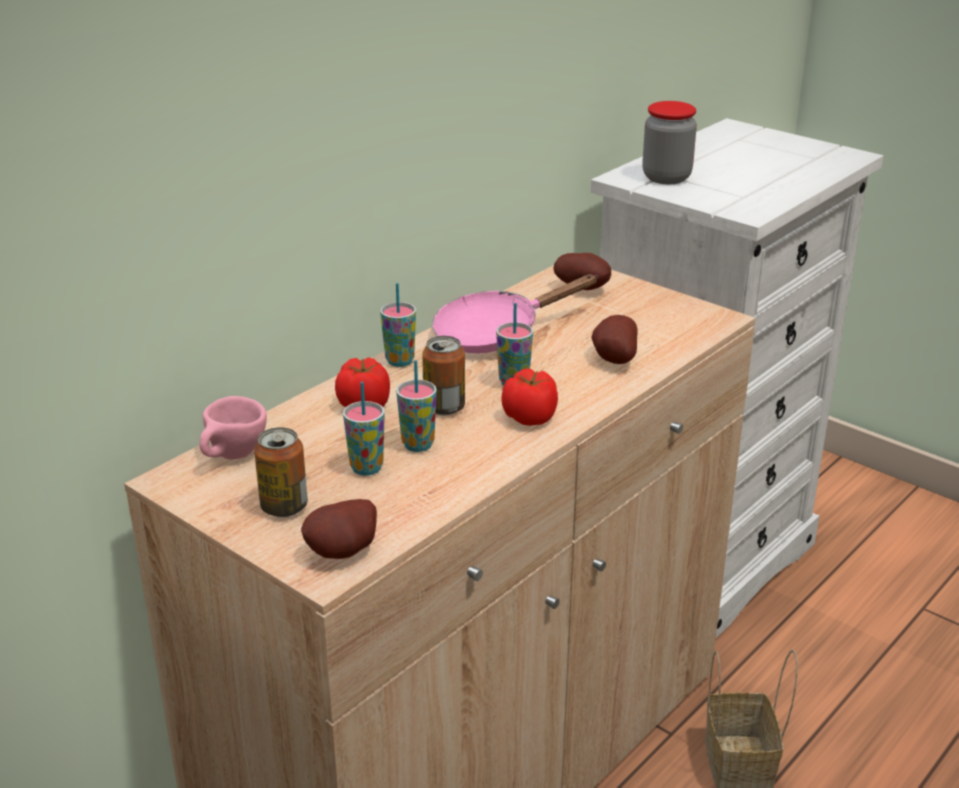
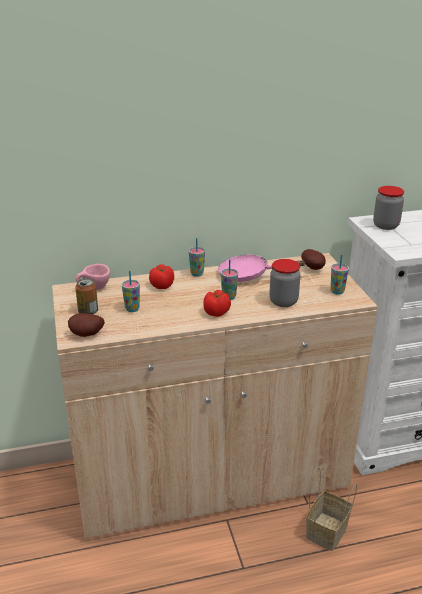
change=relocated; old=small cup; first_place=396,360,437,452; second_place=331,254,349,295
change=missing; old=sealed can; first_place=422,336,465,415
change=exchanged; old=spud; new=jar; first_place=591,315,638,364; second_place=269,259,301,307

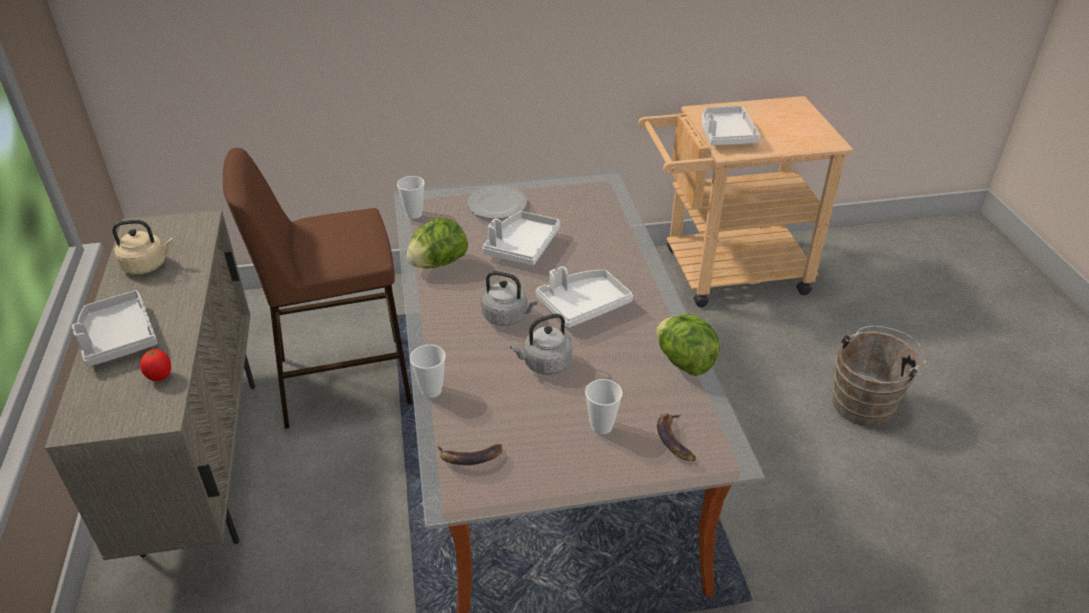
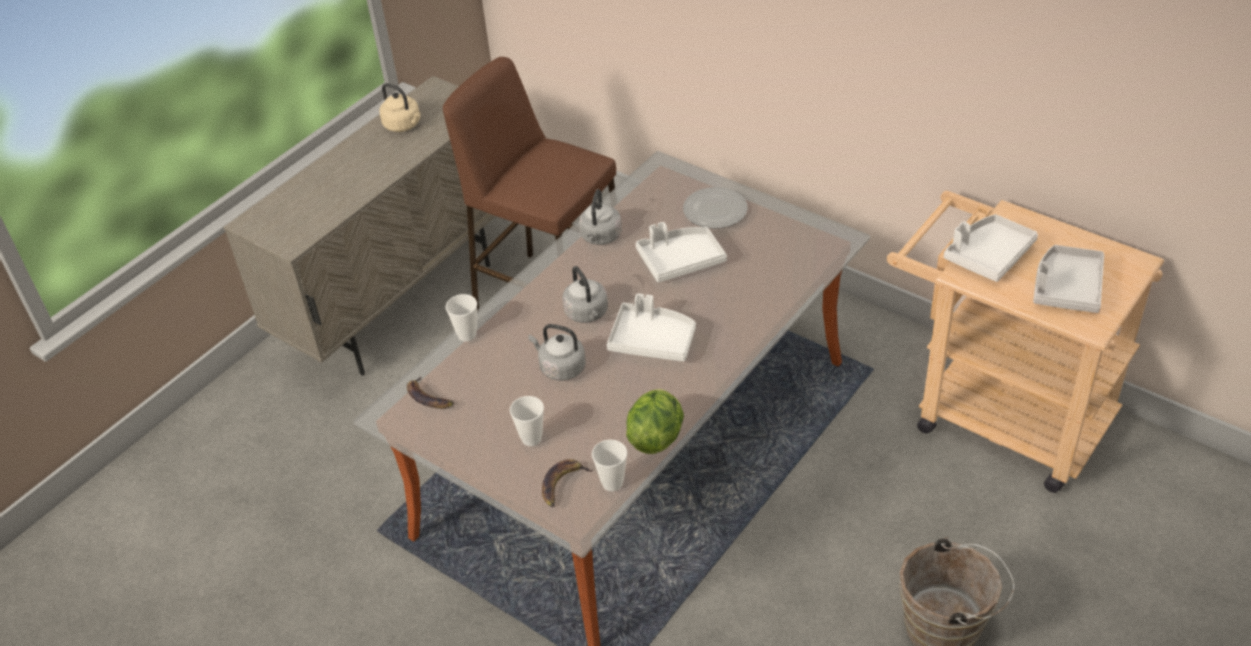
change=relocated; old=grey serving tray; first_place=72,290,158,367; second_place=1033,245,1104,313
change=missing; old=fresh tomato; first_place=140,349,171,381
change=relocated; old=small cup; first_place=397,176,425,219; second_place=592,440,627,491
change=exchanged; old=lettuce; new=grey water kettle; first_place=406,218,468,269; second_place=579,189,622,245

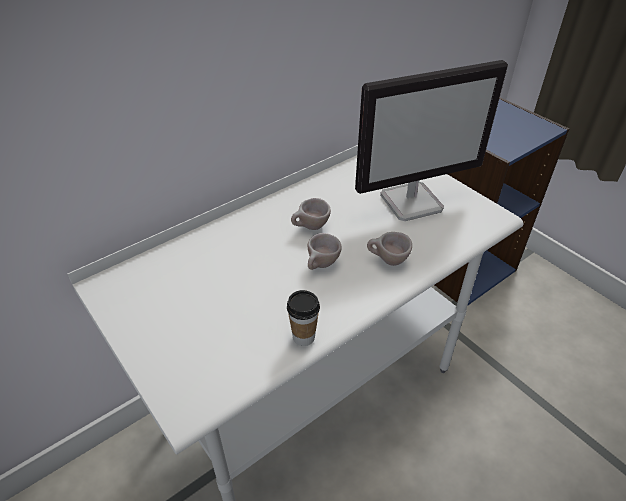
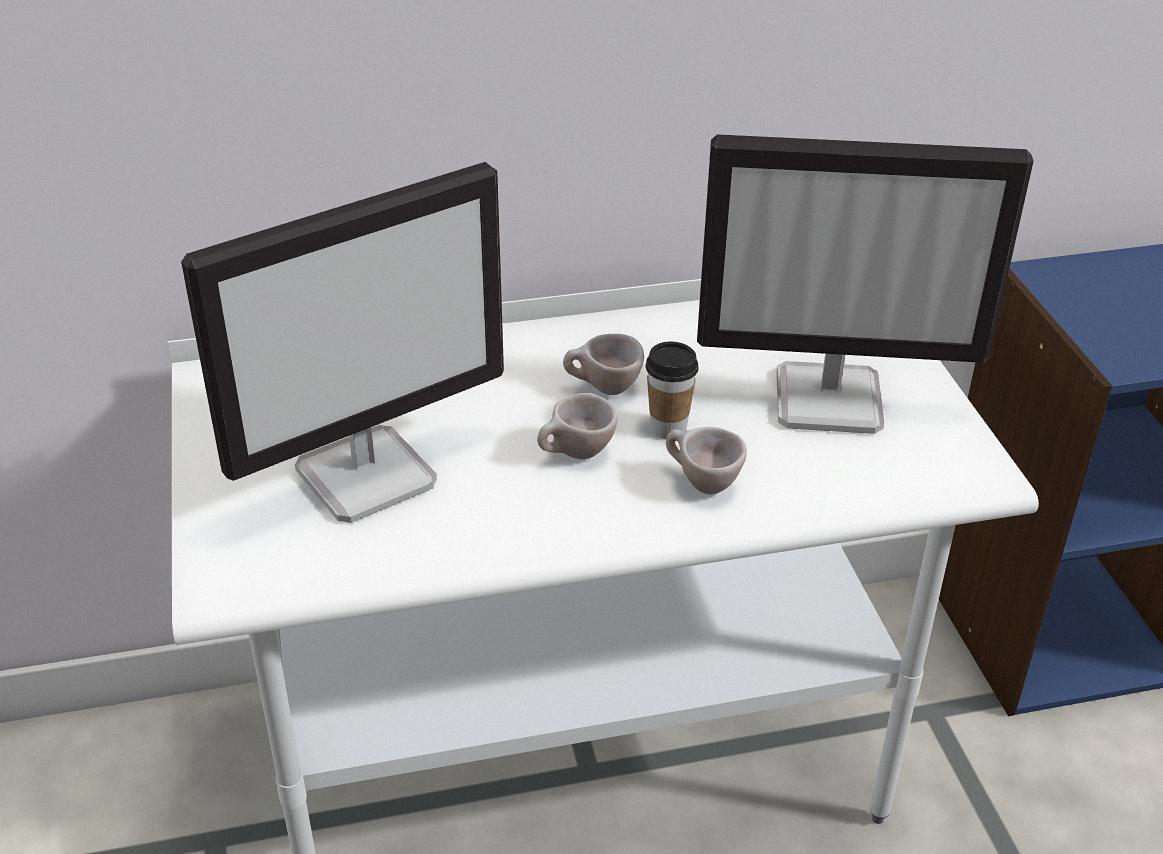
change=relocated; old=small cup; first_place=287,290,320,346; second_place=646,341,699,439
change=appeared; new=monitor; second_place=181,162,504,523

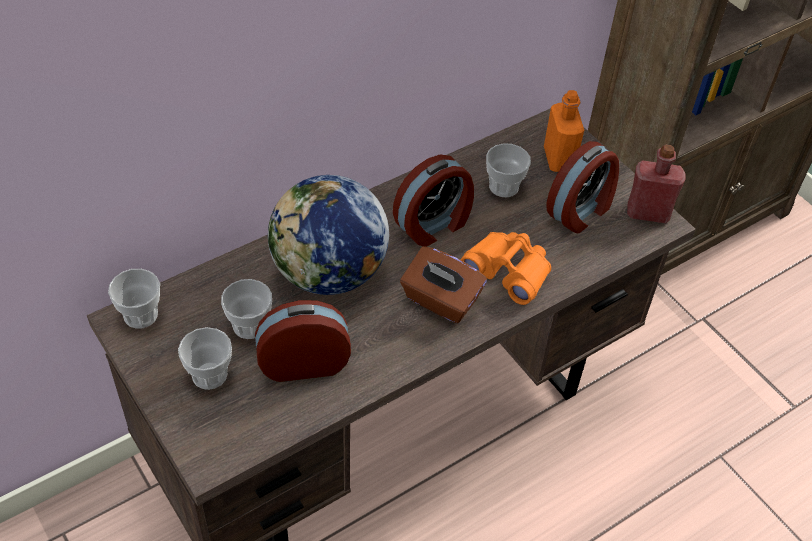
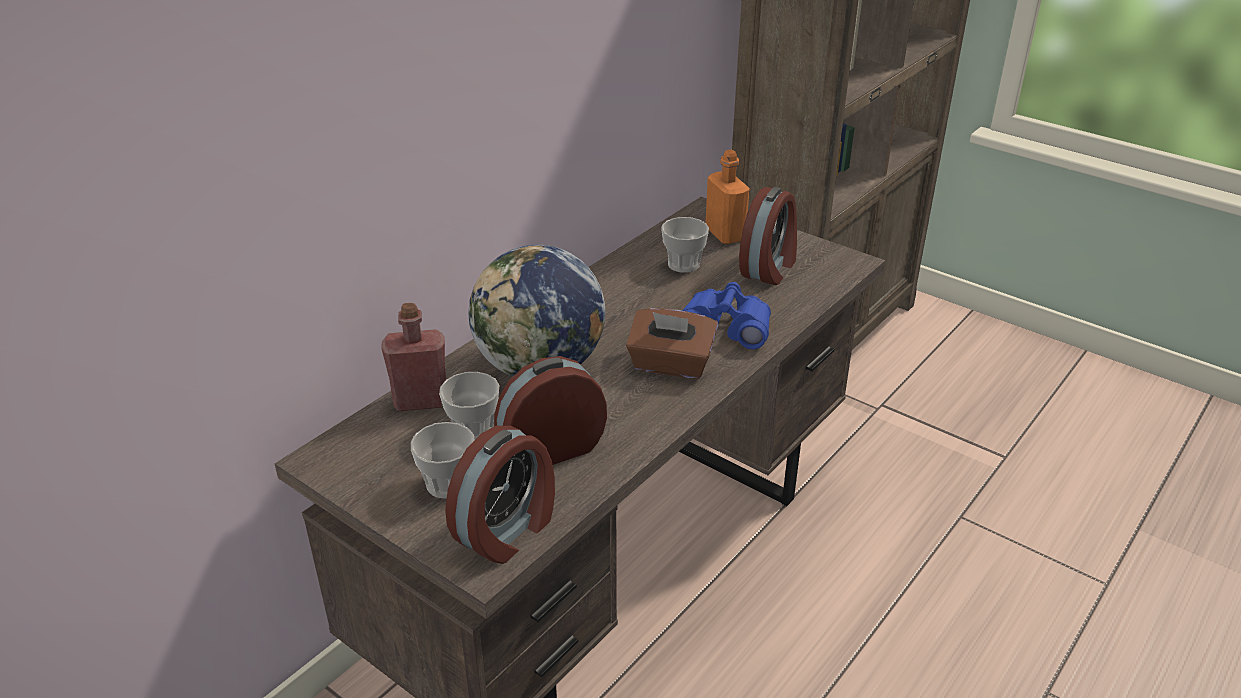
change=missing; old=small cup; first_place=108,269,160,329
change=relocated; old=alarm clock; first_place=393,155,474,247; second_place=445,426,555,564
change=colour; old=orange-coloured field glasses; new=bluish field glasses; first_place=461,232,551,305; second_place=682,282,771,349
change=relocated; old=reddish bottle; first_place=627,145,685,223; second_place=381,303,446,411

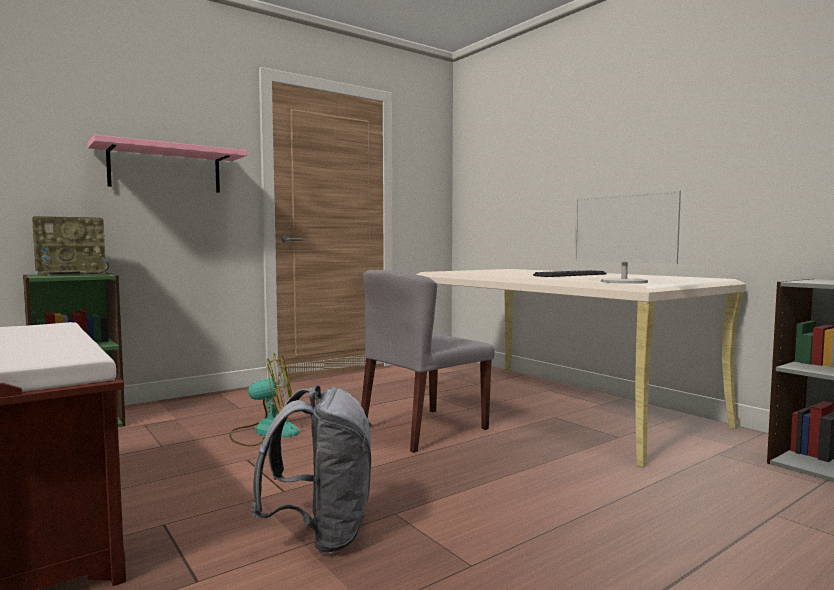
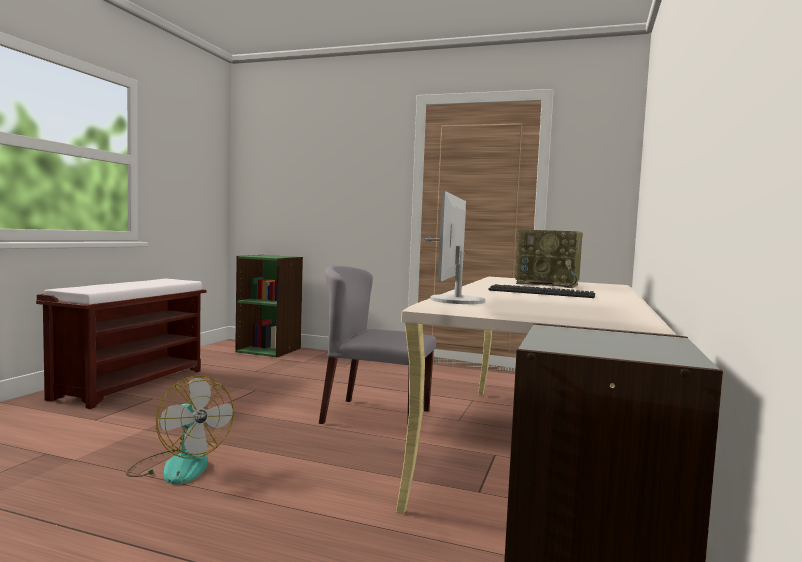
change=relocated; old=radio set; first_place=32,216,109,276; second_place=515,229,583,288
change=missing; old=pink-coloured bracket shelf; first_place=88,135,247,193
change=relocated; old=cooling fan; first_place=229,353,299,446; second_place=126,375,234,484
change=missing; old=grey rucksack; first_place=251,386,372,553

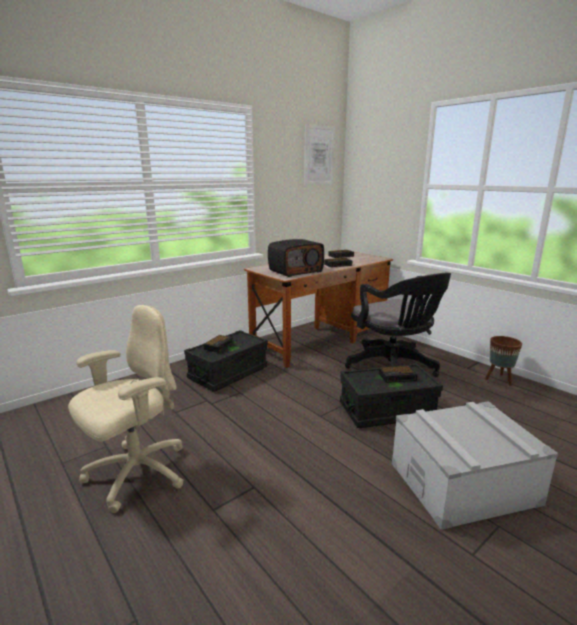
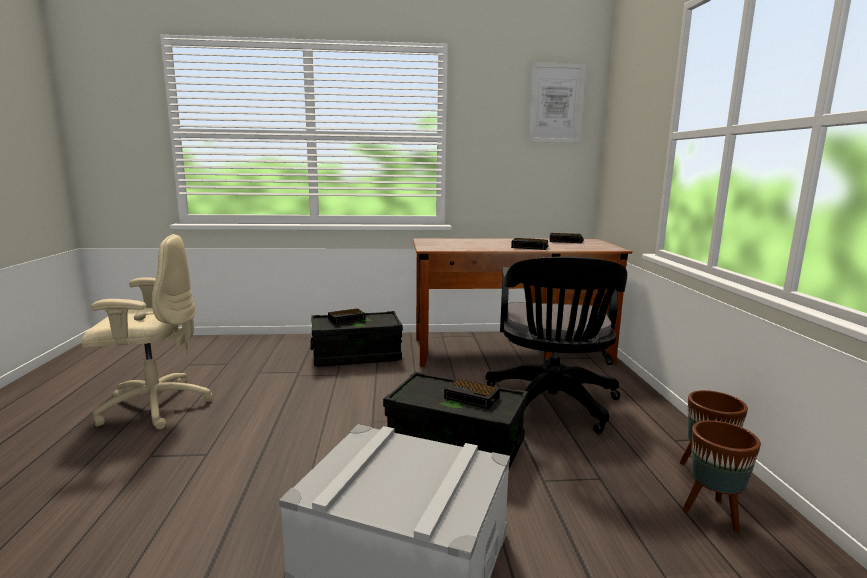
change=missing; old=radio set; first_place=268,239,324,277
change=appeared; new=brown-coloured planter; second_place=683,420,761,532

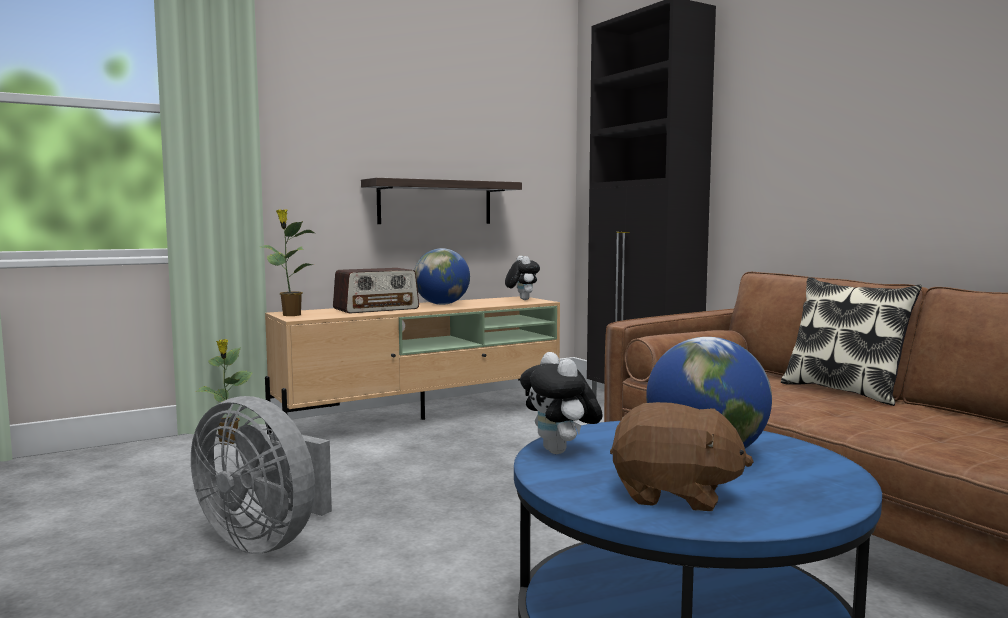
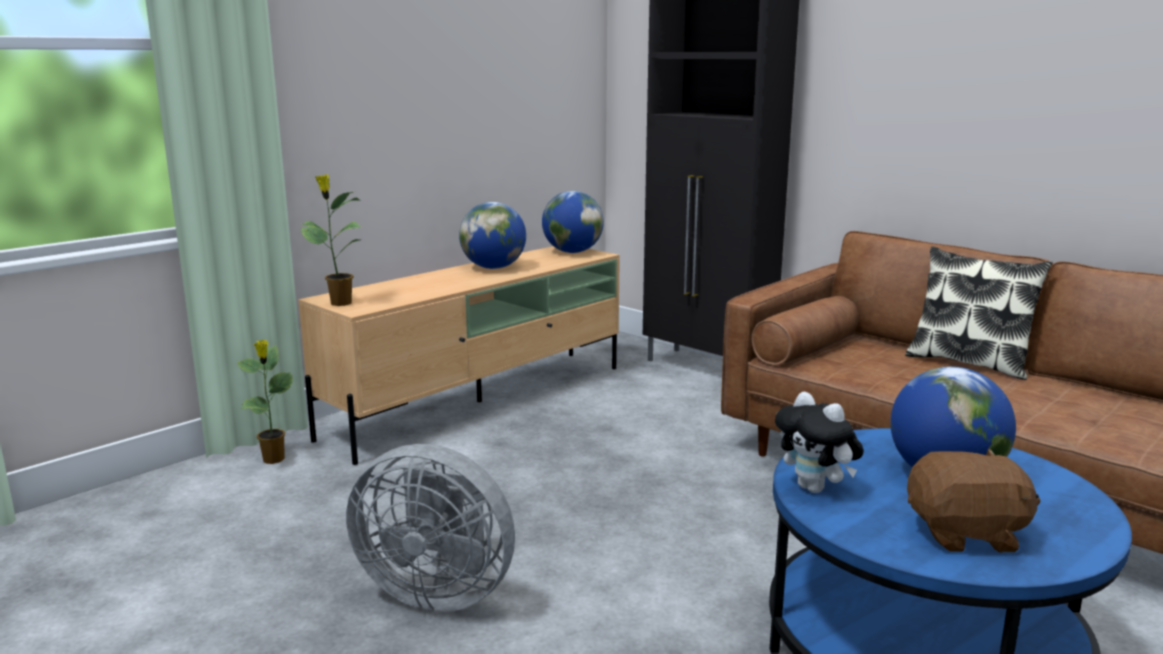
change=missing; old=radio set; first_place=333,268,419,313
change=missing; old=bracket shelf; first_place=361,178,522,224
change=exchanged; old=plush toy; new=world globe; first_place=505,256,540,300; second_place=542,191,604,253

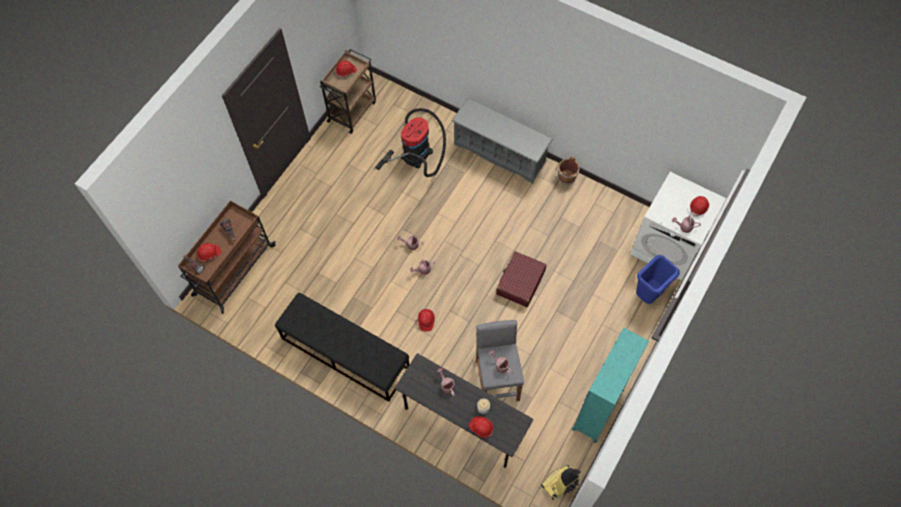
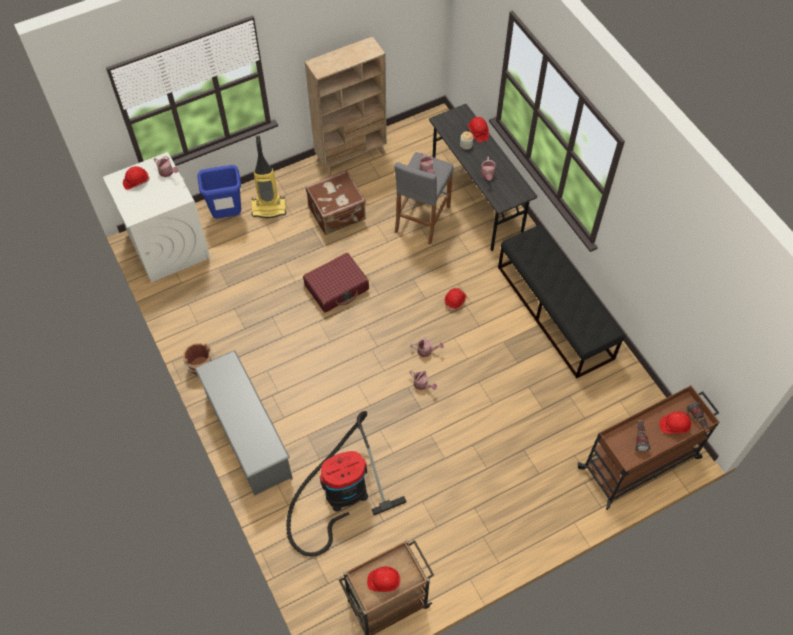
change=relocated; old=vacuum cleaner; first_place=541,465,581,500; second_place=252,136,286,218
change=colour; old=blue-green shelving unit; new=beige-coloured shelving unit; first_place=572,327,649,443; second_place=305,36,387,177
change=appeared; new=brown-coloured suitcase; second_place=305,170,366,235

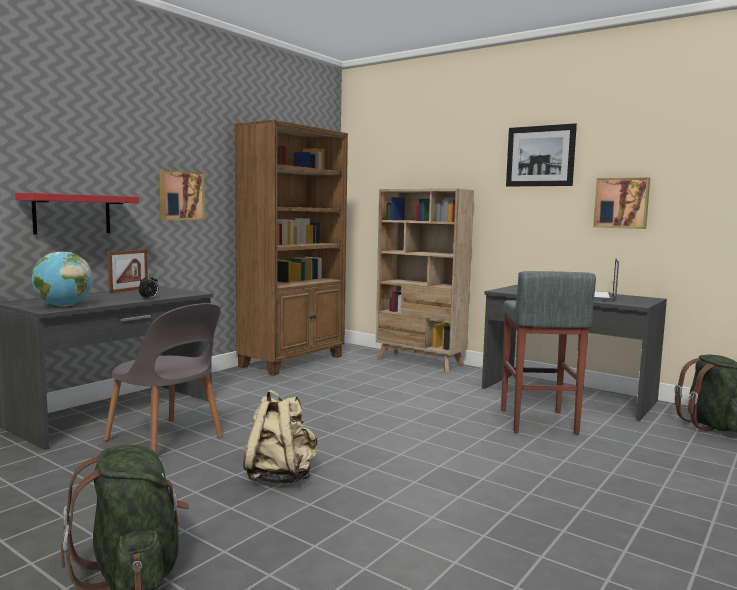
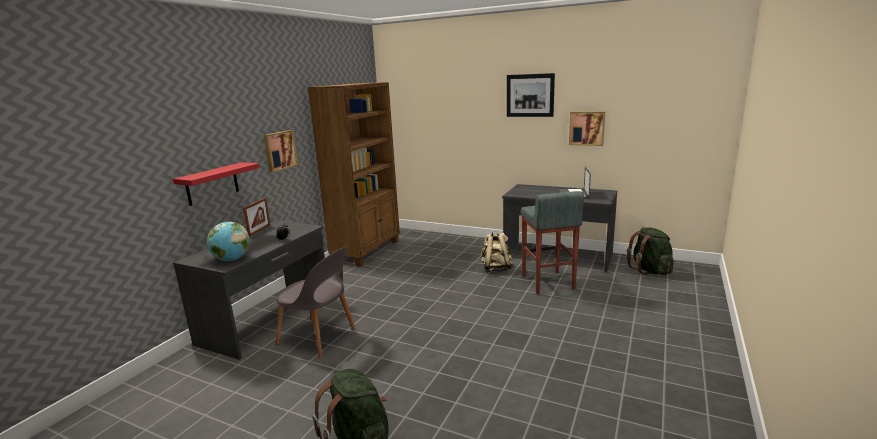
change=relocated; old=beige-coloured rucksack; first_place=243,390,317,484; second_place=481,231,514,272
change=missing; old=beige-coloured shelving unit; first_place=376,189,474,373

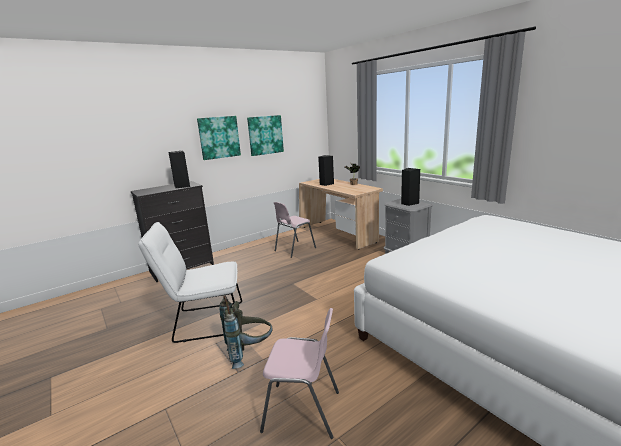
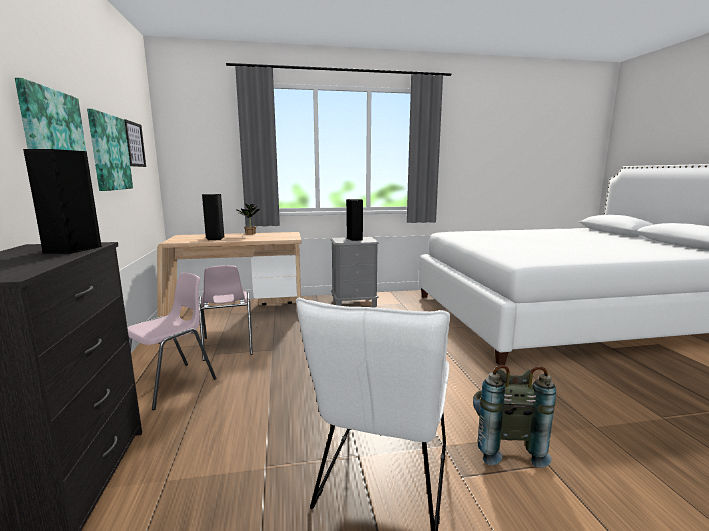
change=relocated; old=pink-coloured upright chair; first_place=260,308,339,439; second_place=127,273,216,410
change=appeared; new=picture; second_place=124,119,146,167

